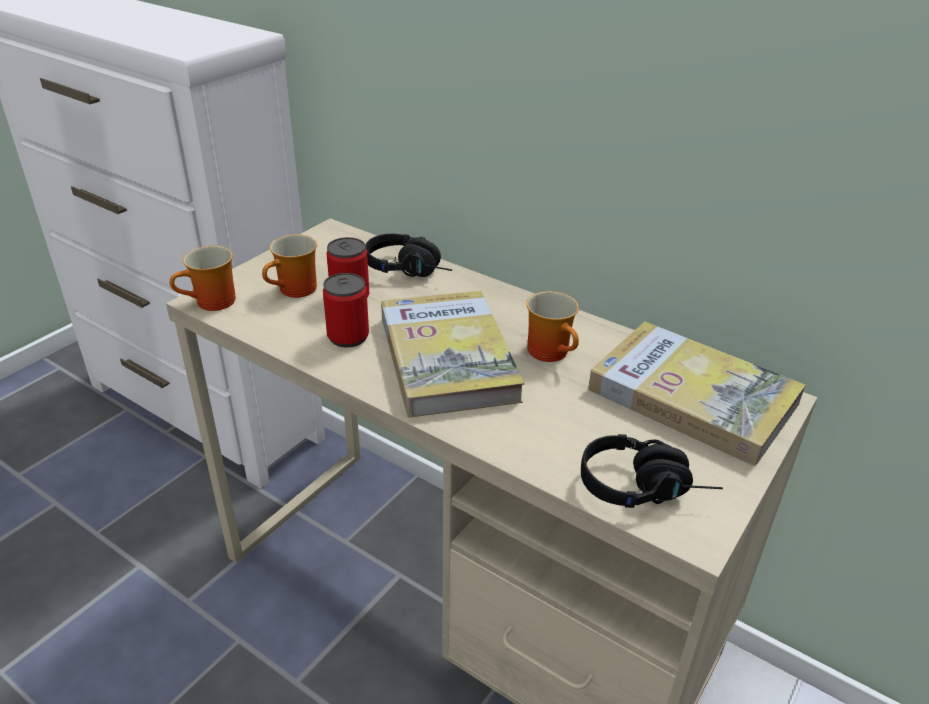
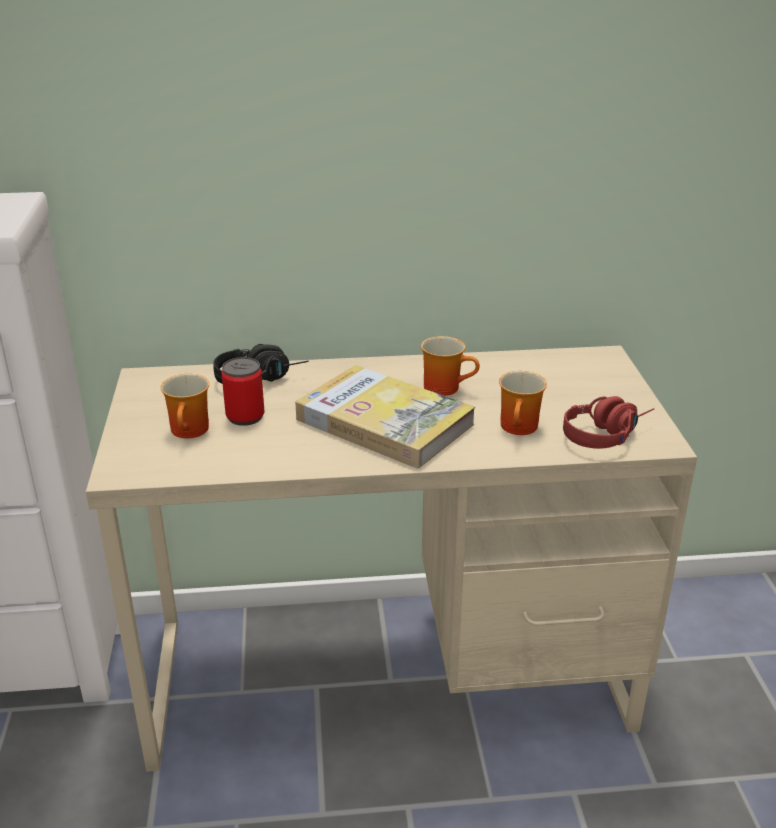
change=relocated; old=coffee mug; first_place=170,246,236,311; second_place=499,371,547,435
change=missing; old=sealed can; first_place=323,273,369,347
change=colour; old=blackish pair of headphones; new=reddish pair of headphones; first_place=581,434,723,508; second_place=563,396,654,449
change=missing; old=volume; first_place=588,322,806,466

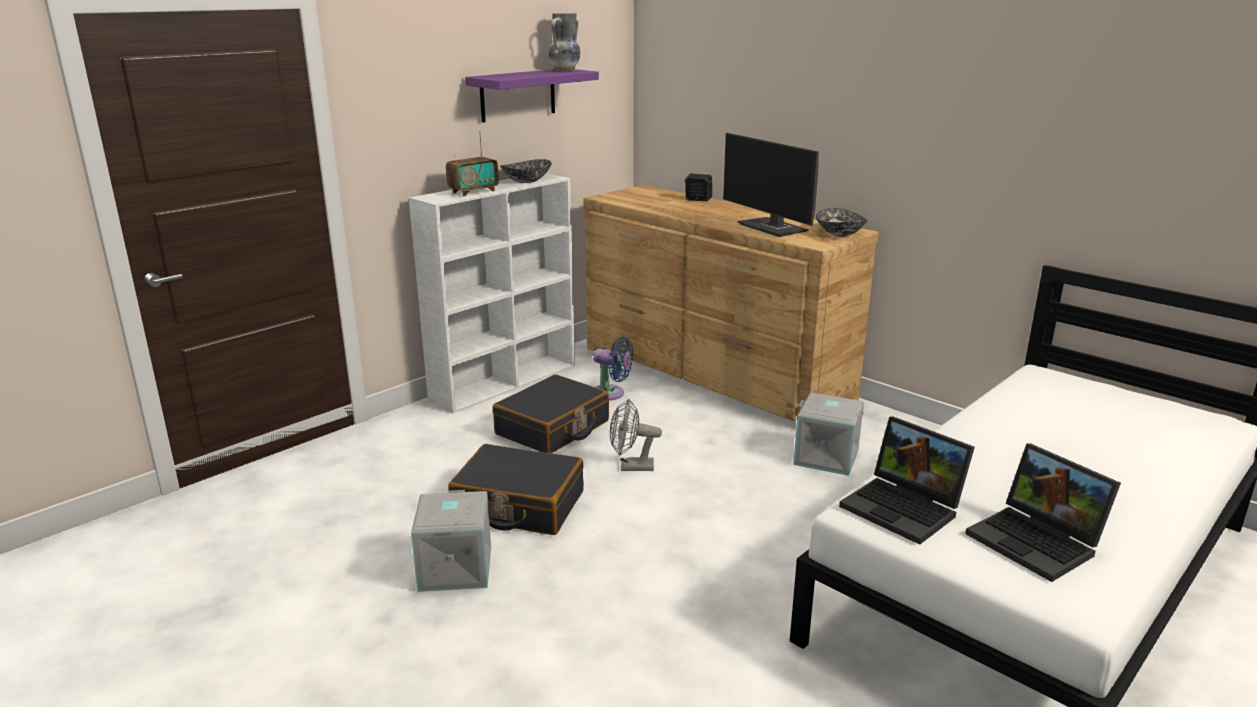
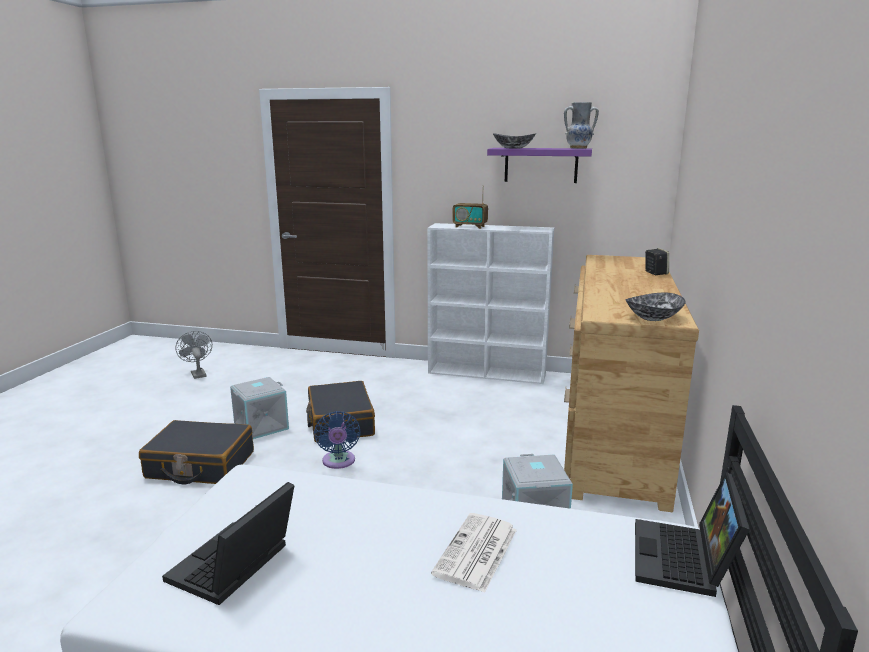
change=relocated; old=blackish suitcase; first_place=493,374,609,453; second_place=139,420,254,484
change=relocated; old=deep dish; first_place=500,159,552,183; second_place=493,133,536,148
change=relocated; old=bluish cooling fan; first_place=593,337,633,401; second_place=314,411,361,469
change=relocated; old=grey cooling fan; first_place=610,399,662,471; second_place=175,331,212,379
change=missing; old=monitor; first_place=723,133,819,237
change=relocated; old=portable computer; first_place=839,416,975,545; second_place=635,472,750,597
change=appeared; new=daily paper; second_place=431,513,517,593

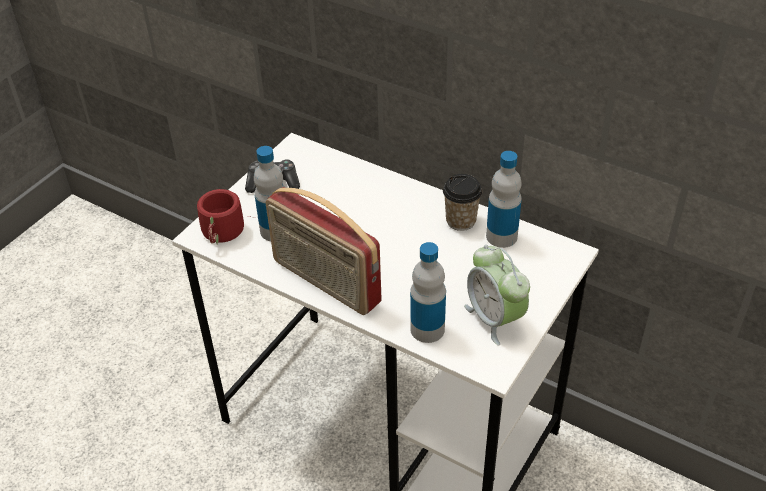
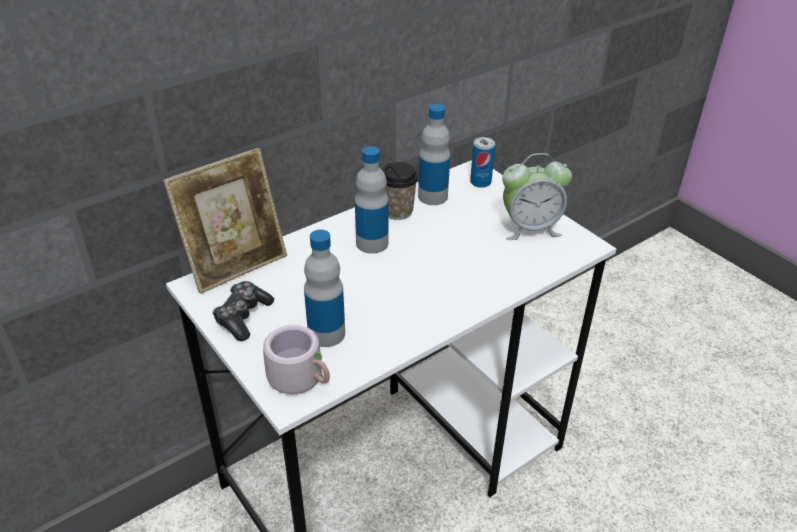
change=colour; old=reddish coffee mug; new=grey coffee mug; first_place=197,189,256,245; second_place=263,325,330,394
change=missing; old=radio set; first_place=265,187,382,315
change=relocated; old=bottle; first_place=410,242,446,343; second_place=355,146,389,254
change=appeared; new=picture frame; second_place=163,148,287,294
change=appeared; new=sealed can; second_place=470,137,495,188

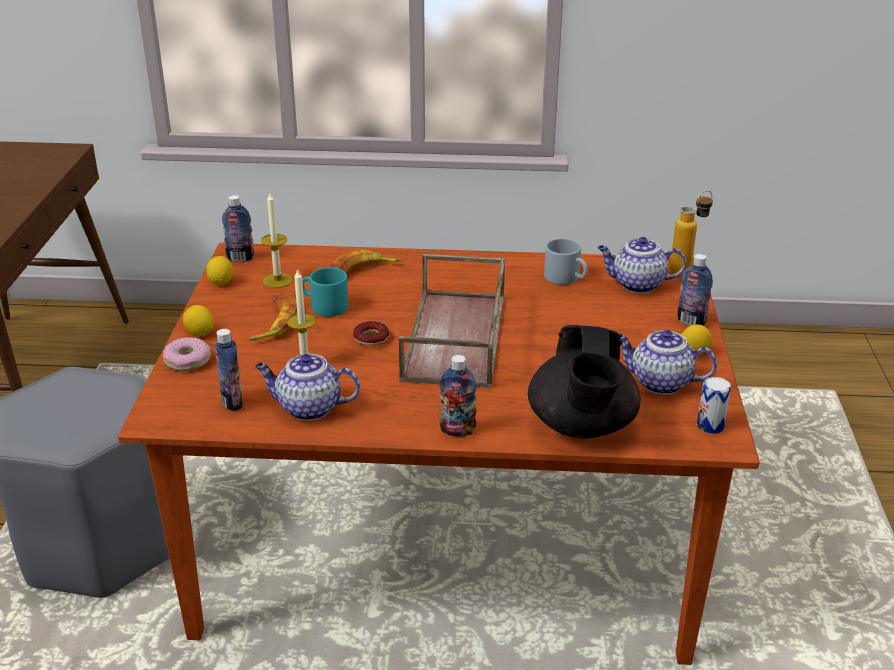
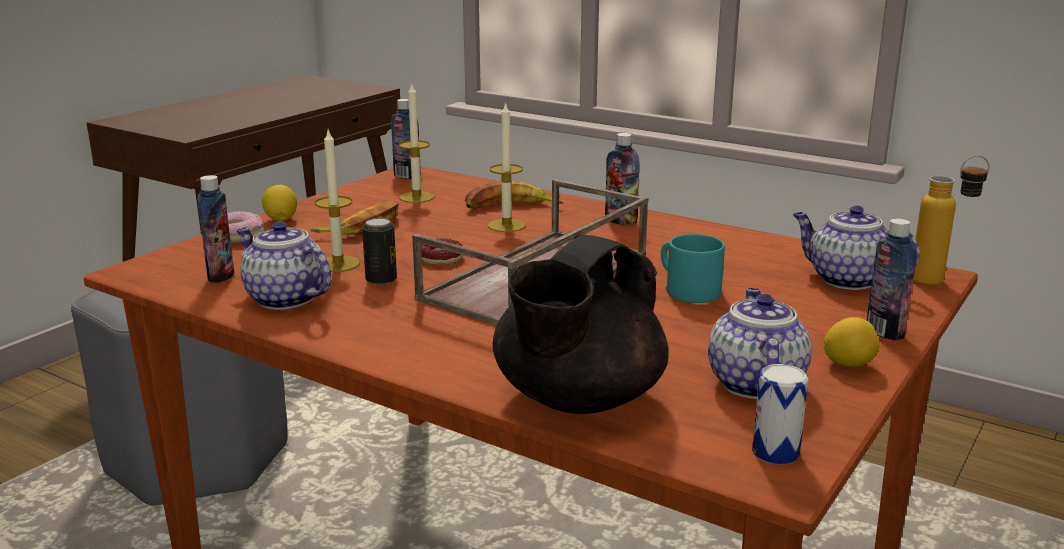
change=missing; old=citrus fruit; first_place=206,256,234,286
change=relocated; old=blue-green coffee mug; first_place=302,268,349,317; second_place=661,234,725,303
change=relocated; old=bottle; first_place=439,355,477,437; second_place=605,133,640,225
change=missing; old=grey coffee mug; first_place=544,238,588,285
change=spun; old=teapot; first_place=620,330,717,394; second_place=708,288,812,399; degrees=45
change=appeared; new=sealed can; second_place=362,218,397,285
change=appeared; new=candle; second_place=488,101,526,232

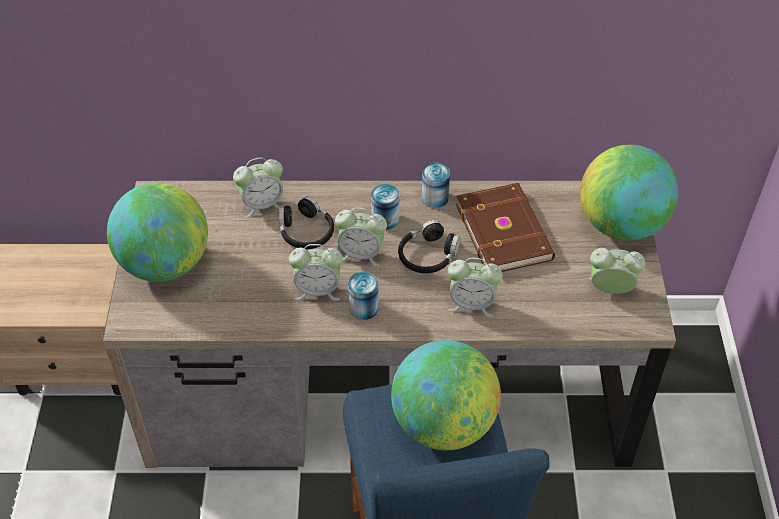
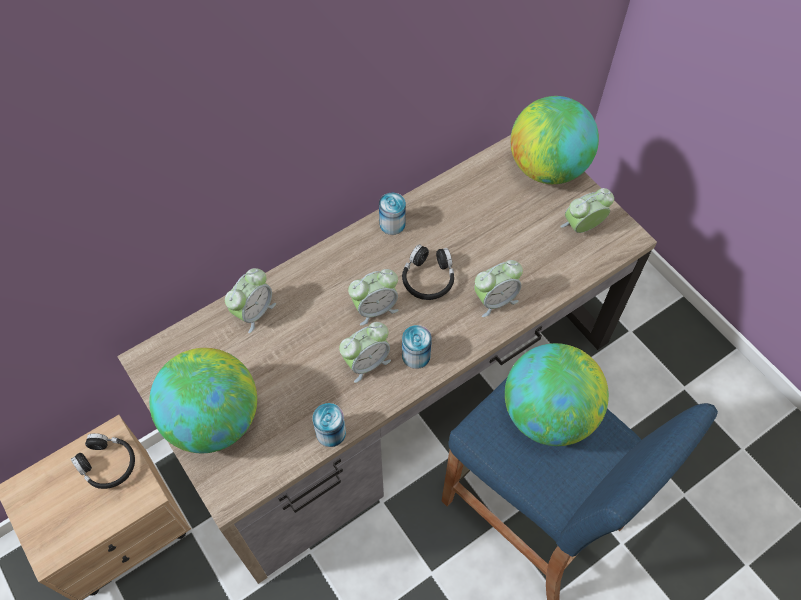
change=relocated; old=blackish pair of headphones; first_place=279,196,334,249; second_place=71,433,135,489
change=relocated; old=sealed can; first_place=371,184,399,230; second_place=312,403,346,447
change=missing; old=brown-coloured volume; first_place=456,183,555,272

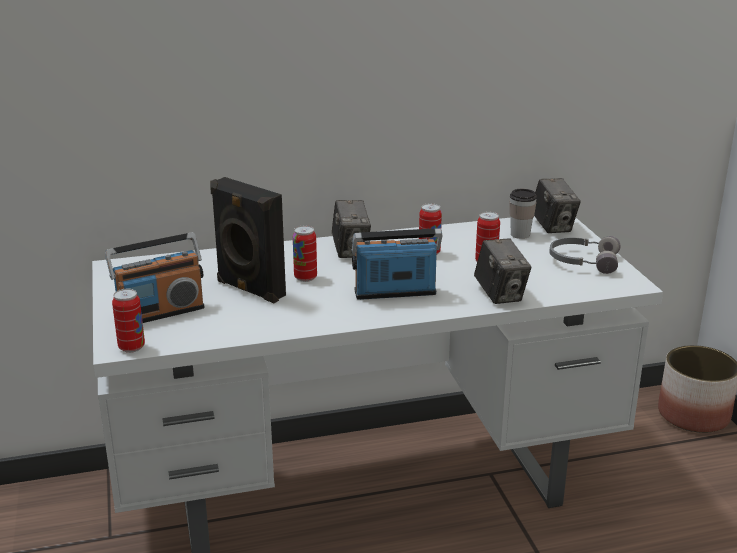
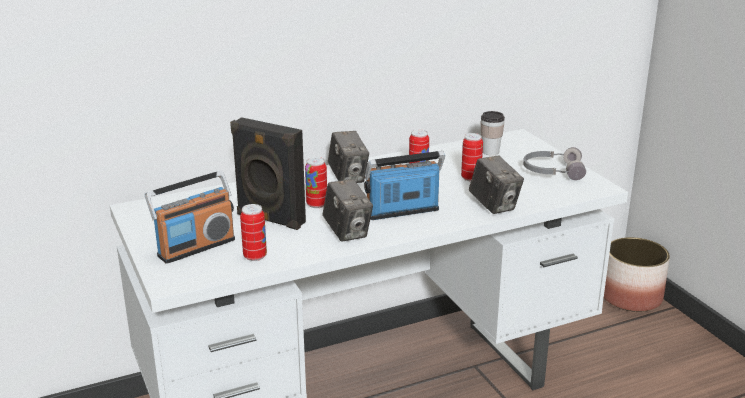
change=relocated; old=sealed can; first_place=112,289,145,353; second_place=240,204,267,261
change=relocated; old=still camera; first_place=534,178,581,233; second_place=322,179,373,242

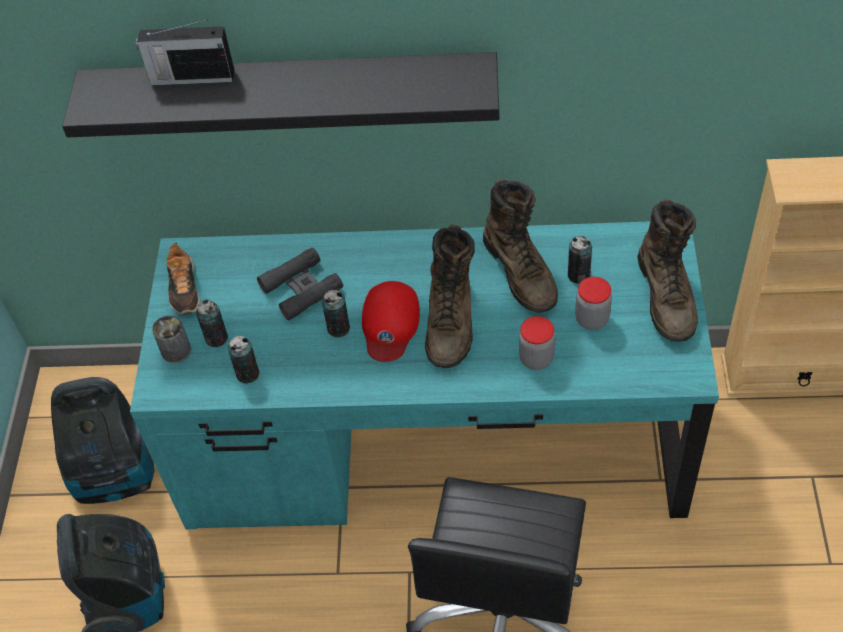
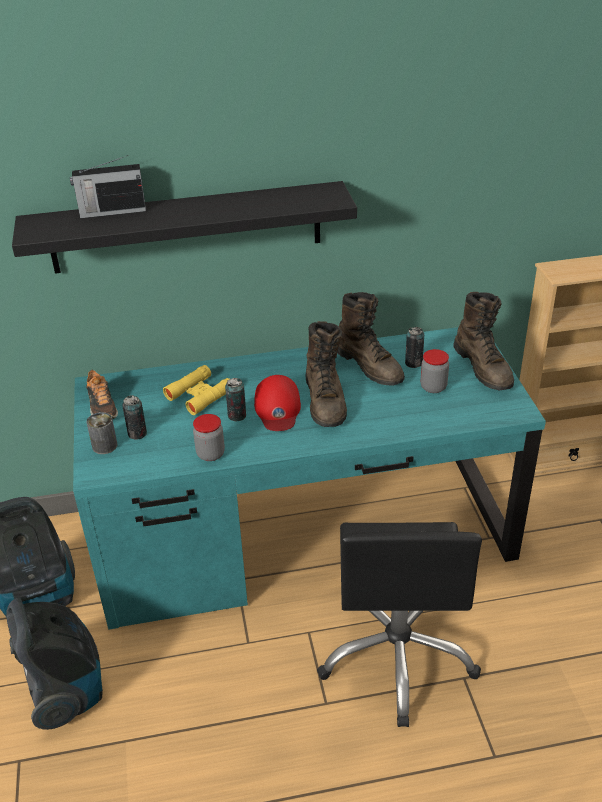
change=missing; old=sealed can; first_place=228,336,259,384
change=colour; old=blackish field glasses; new=yellowish field glasses; first_place=257,247,343,320; second_place=163,365,229,415
change=relocated; old=jar; first_place=519,316,555,370; second_place=193,414,225,461

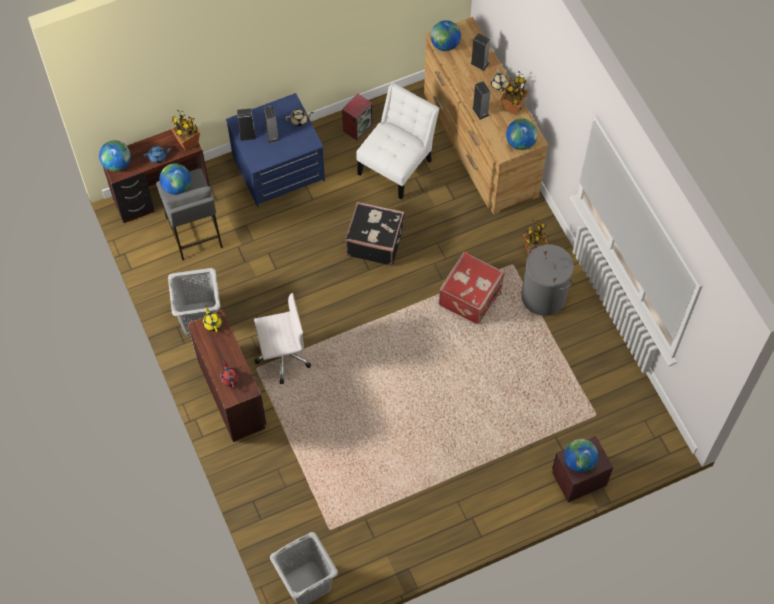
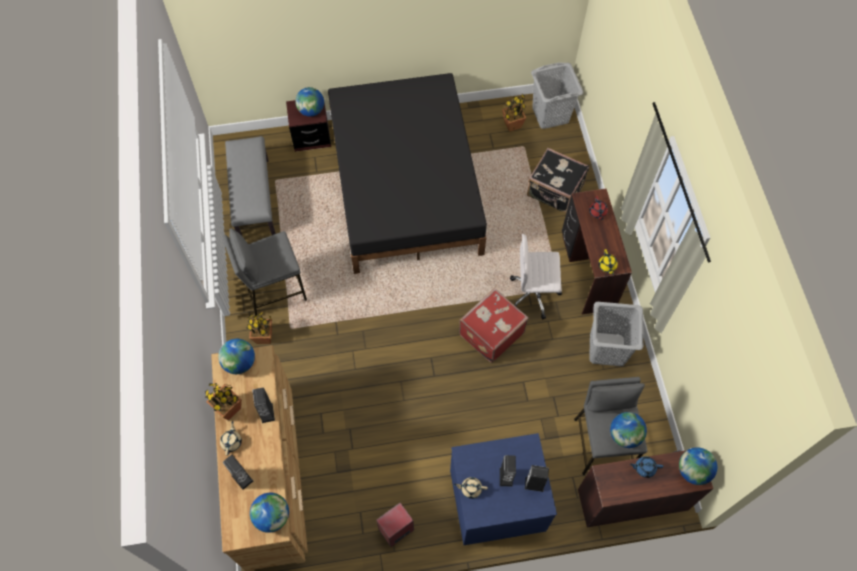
change=relocated; old=houseplant; first_place=171,110,200,151; second_place=502,94,526,132
change=relocated; old=blackish suitcase; first_place=345,201,405,266; second_place=527,148,589,213
change=missing; old=whitish upright chair; first_place=356,83,440,199
change=relocated; old=reddish suitcase; first_place=439,251,505,324; second_place=459,288,529,363
change=exchanged; old=grey laundry basket; new=grey stool; first_place=521,245,574,316; second_place=222,228,307,315
change=appeared; new=grey bench; second_place=225,136,276,237
change=appeared; new=blackish bed; second_place=328,73,487,274

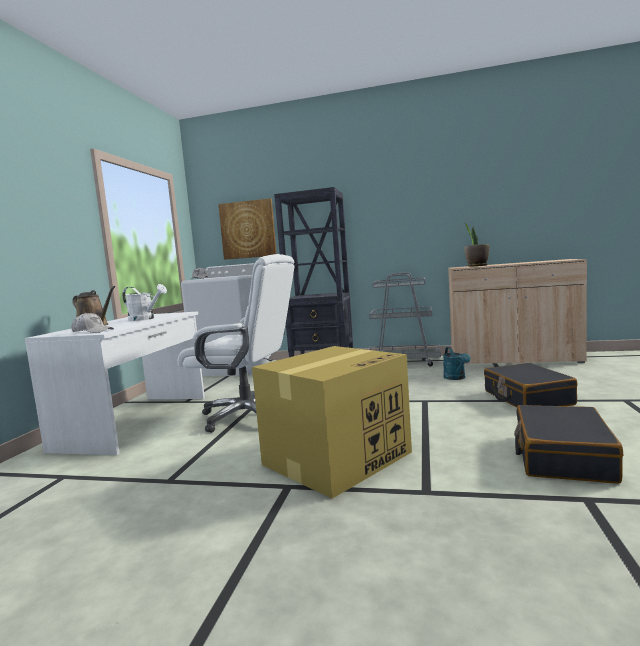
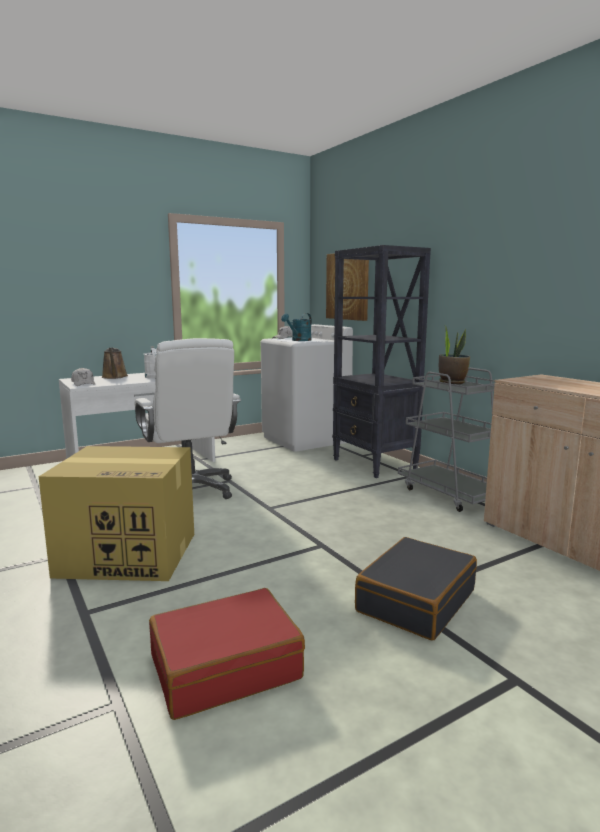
change=relocated; old=blue-green sprinkling can; first_place=443,347,471,380; second_place=281,313,312,341
change=relocated; old=houseplant; first_place=464,223,490,267; second_place=439,326,470,384
change=colour; old=blackish suitcase; new=reddish suitcase; first_place=514,405,624,484; second_place=149,588,305,720

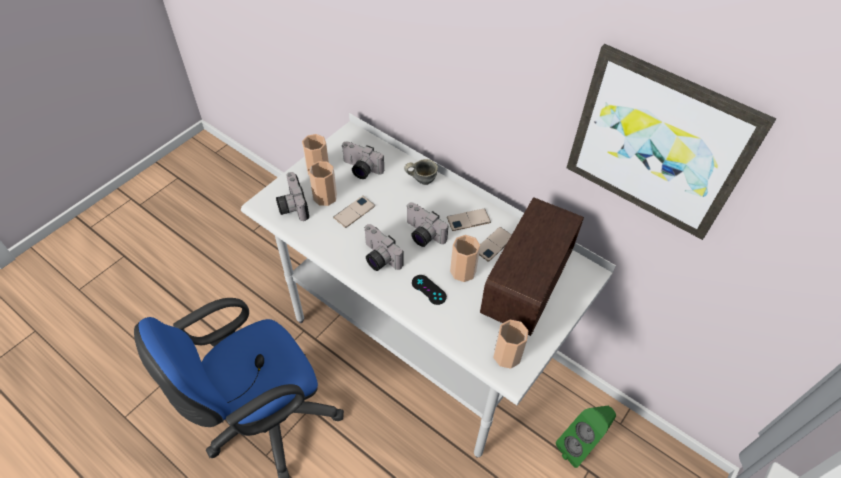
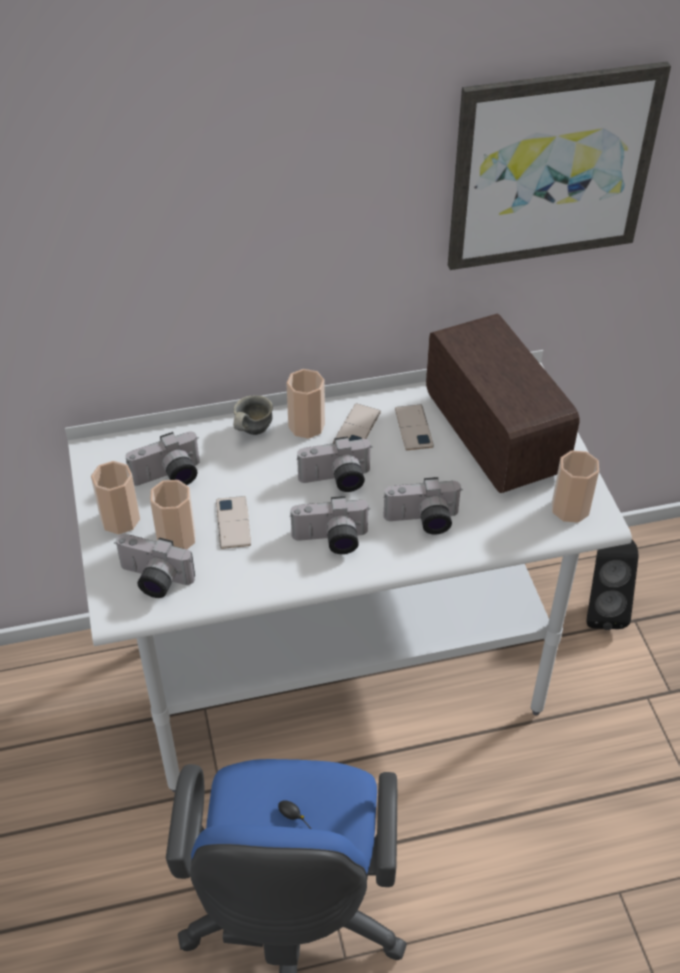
change=exchanged; old=blackish game controller; new=still camera; first_place=412,275,447,305; second_place=383,477,463,535
change=relocated; old=small cup; first_place=450,235,480,282; second_place=286,369,325,439
change=colour; old=greenish speaker; new=blackish speaker; first_place=556,406,616,468; second_place=586,540,638,630

